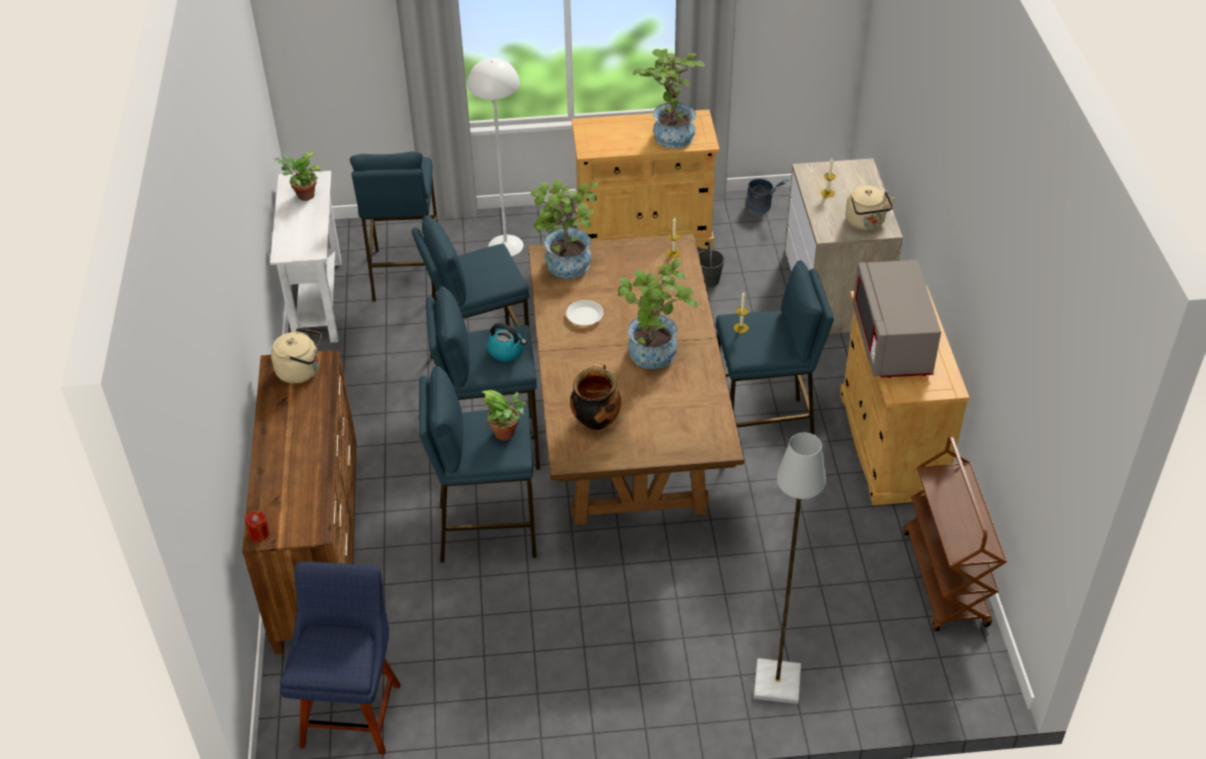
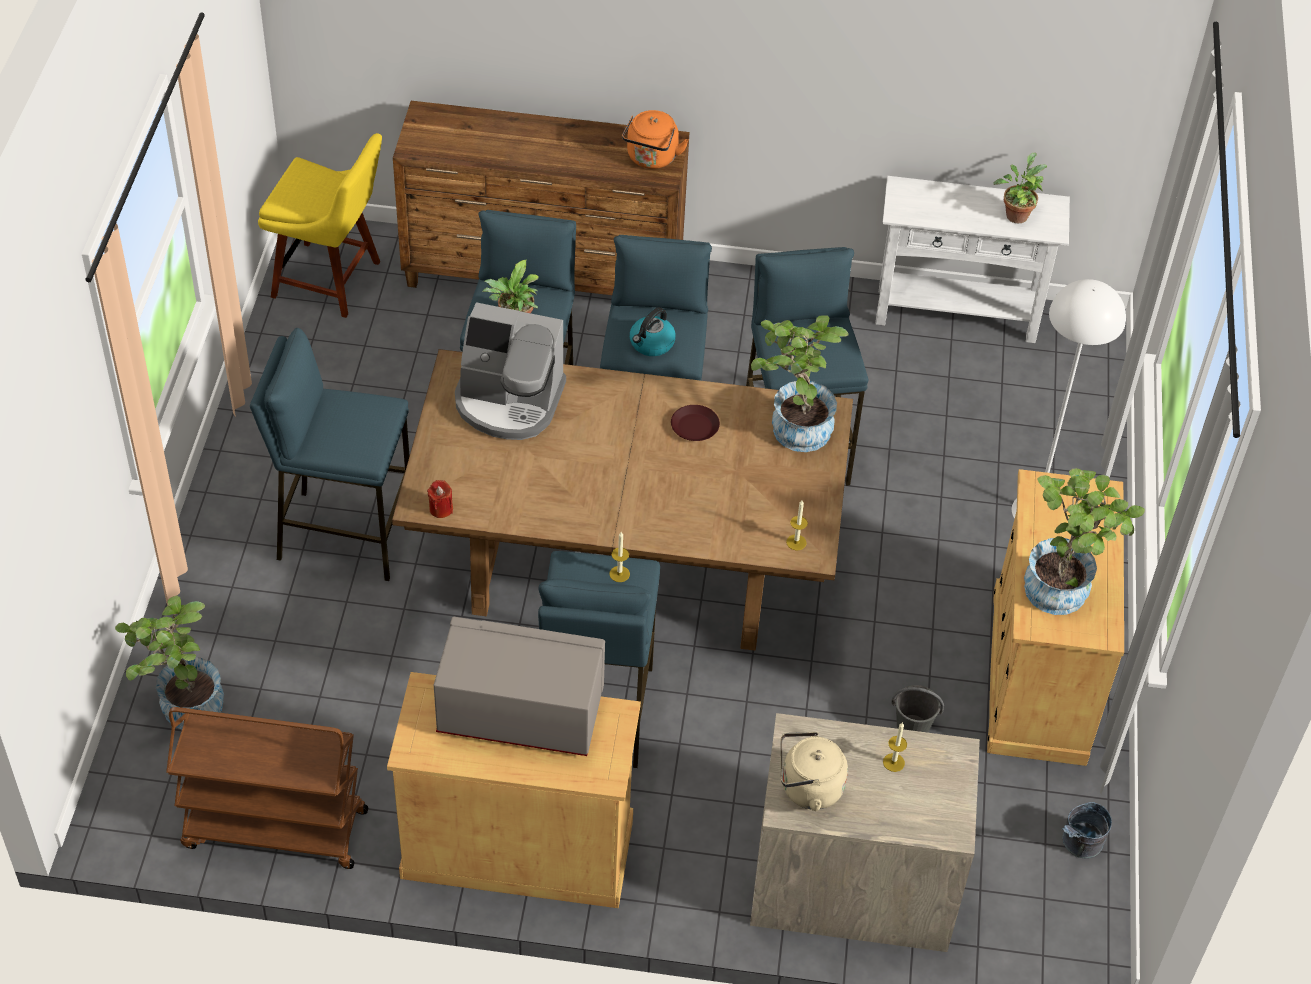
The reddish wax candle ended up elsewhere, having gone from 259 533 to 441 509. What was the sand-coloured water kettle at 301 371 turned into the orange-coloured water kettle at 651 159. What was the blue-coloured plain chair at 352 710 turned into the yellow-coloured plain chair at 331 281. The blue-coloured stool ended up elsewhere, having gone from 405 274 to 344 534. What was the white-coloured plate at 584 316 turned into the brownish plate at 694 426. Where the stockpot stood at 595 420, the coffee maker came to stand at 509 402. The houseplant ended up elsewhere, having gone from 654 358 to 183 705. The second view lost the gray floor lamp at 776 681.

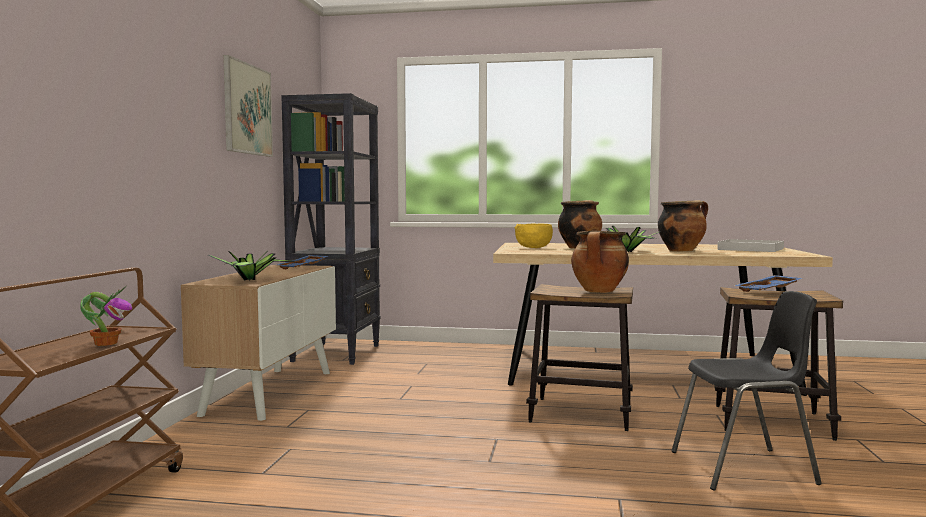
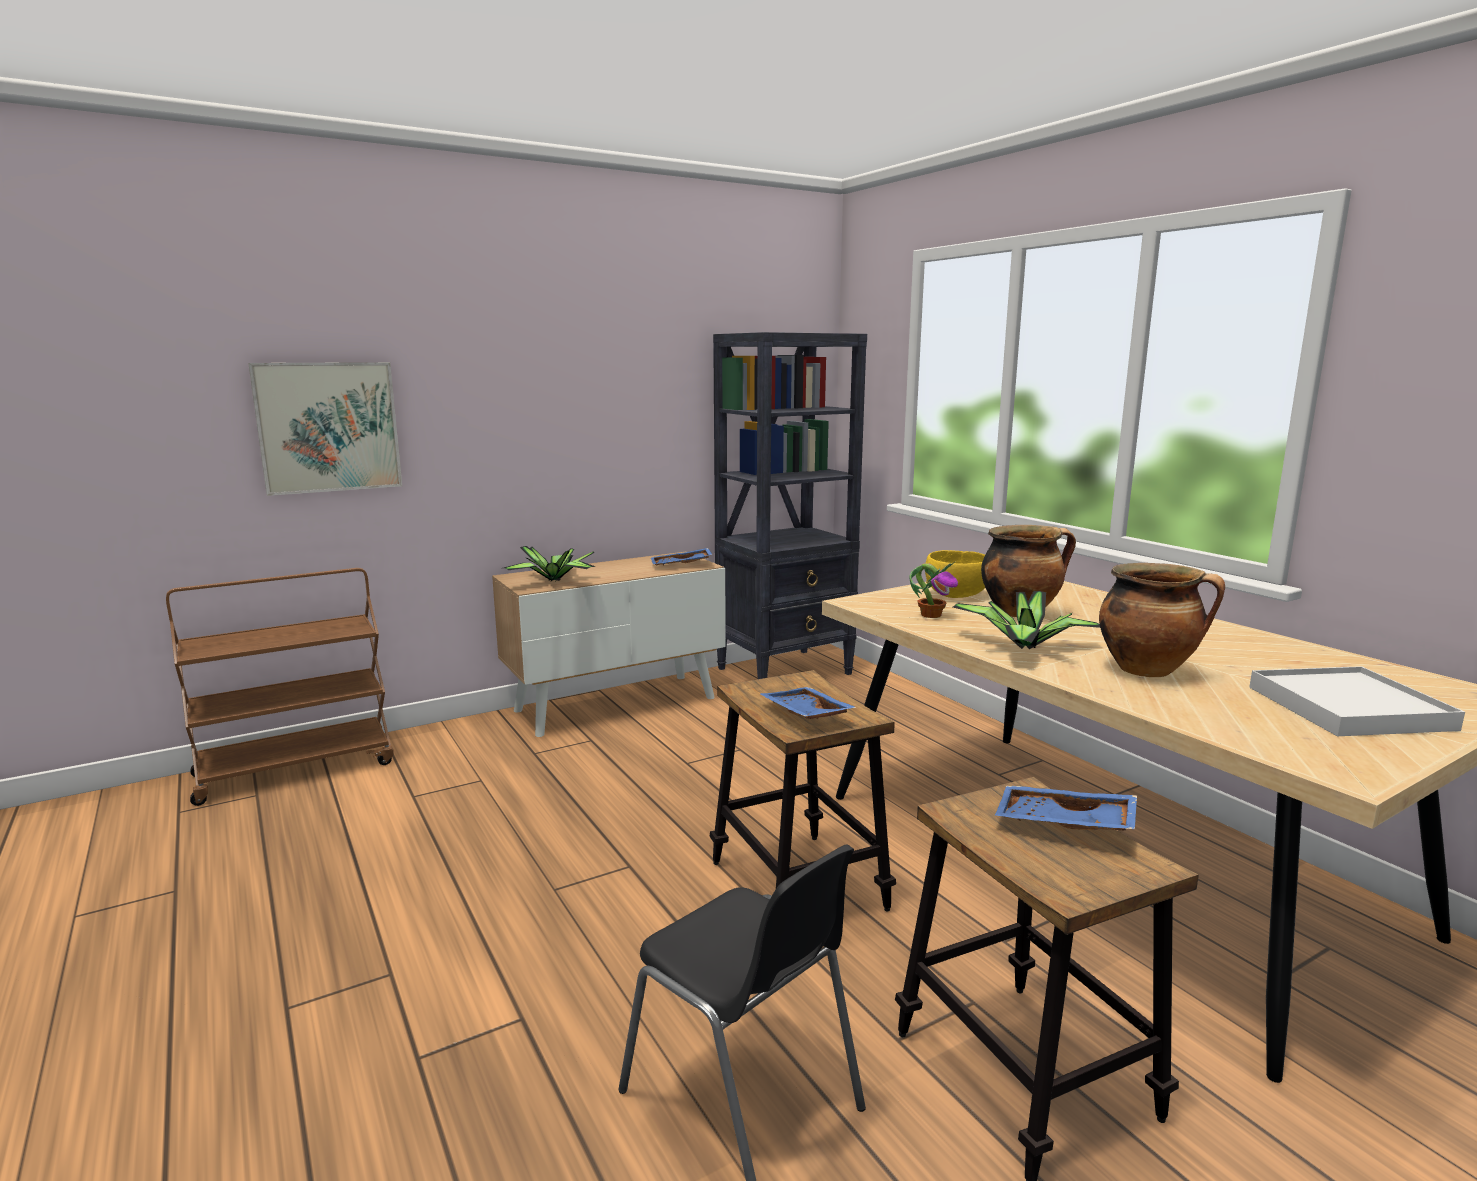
The houseplant ended up elsewhere, having gone from 106 343 to 931 615. The wall picture ended up elsewhere, having gone from 247 109 to 328 427. Where the stockpot stood at 599 291, the blue-coloured serving tray came to stand at 804 715.

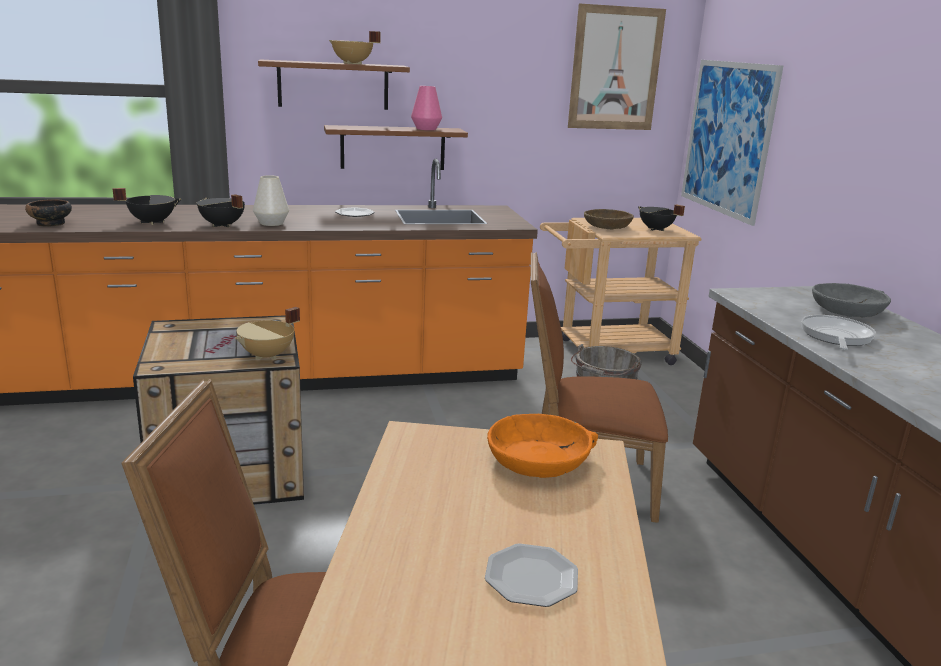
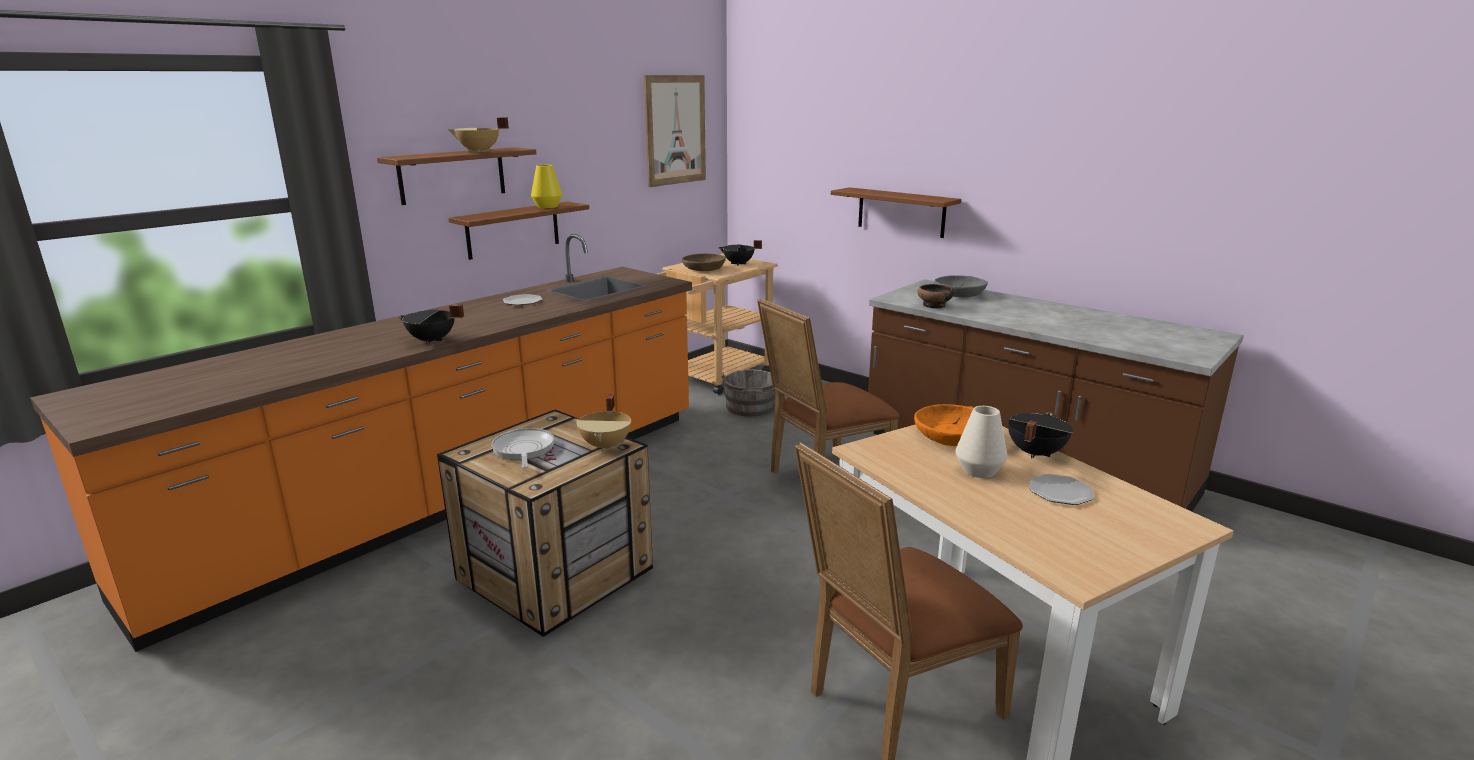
The deep dish ended up elsewhere, having gone from 50 224 to 934 305. The black-coloured stockpot ended up elsewhere, having gone from 152 222 to 1034 453. The white-coloured decorative vase ended up elsewhere, having gone from 271 223 to 979 470. What was the pink decorative vase at 426 129 turned into the yellow-coloured decorative vase at 547 206. The second view lost the wall picture at 727 138. The frying pan ended up elsewhere, having gone from 835 336 to 523 450. The second view gained the brownish bracket shelf at 901 212.

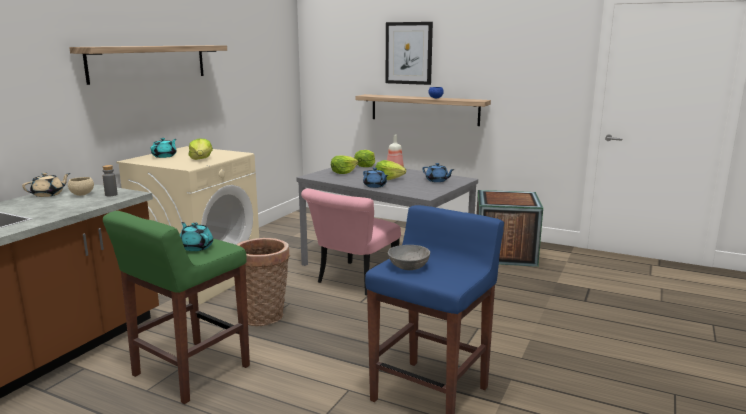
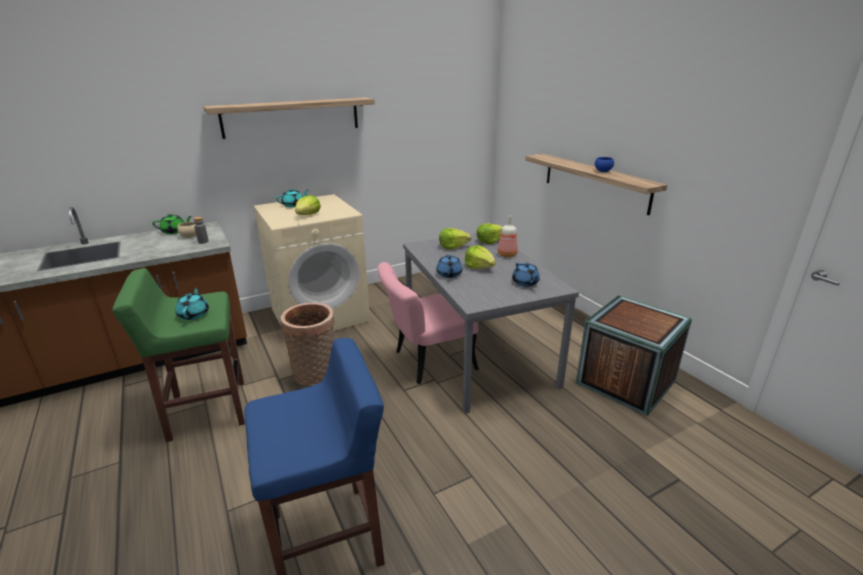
What was the sand-coloured tea pot at 48 194 turned into the green tea pot at 174 231. The second view lost the wall picture at 409 53. The second view lost the gray deep dish at 409 266.

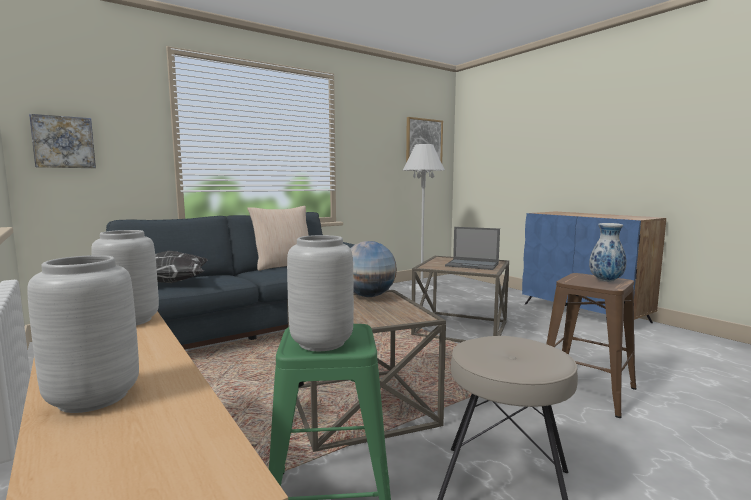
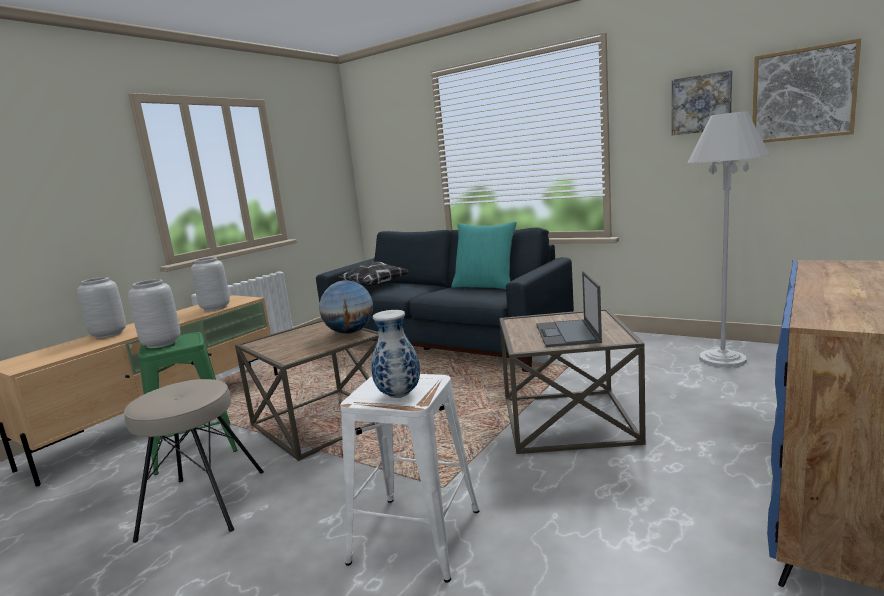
The wall picture ended up elsewhere, having gone from 63 142 to 701 104. What was the sand-coloured cushion at 284 265 turned into the blue-green cushion at 485 286. What was the brownish stool at 585 390 turned into the white-coloured stool at 416 534.

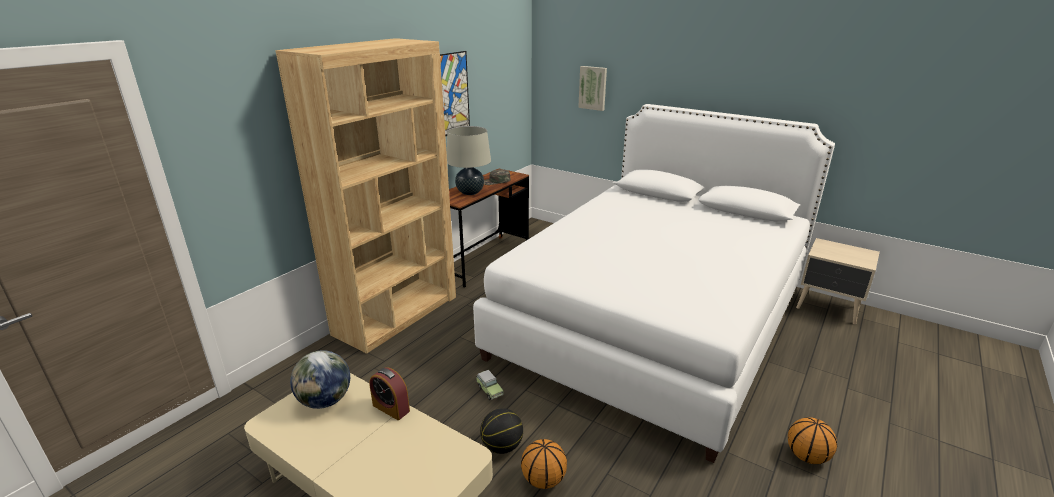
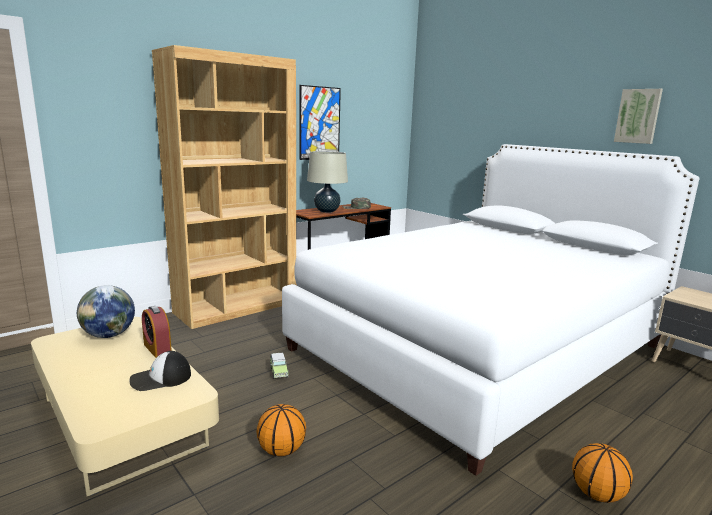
The second view lost the basketball ball at 502 446. The wall picture ended up elsewhere, having gone from 593 88 to 638 116. The second view gained the baseball cap at 160 379.

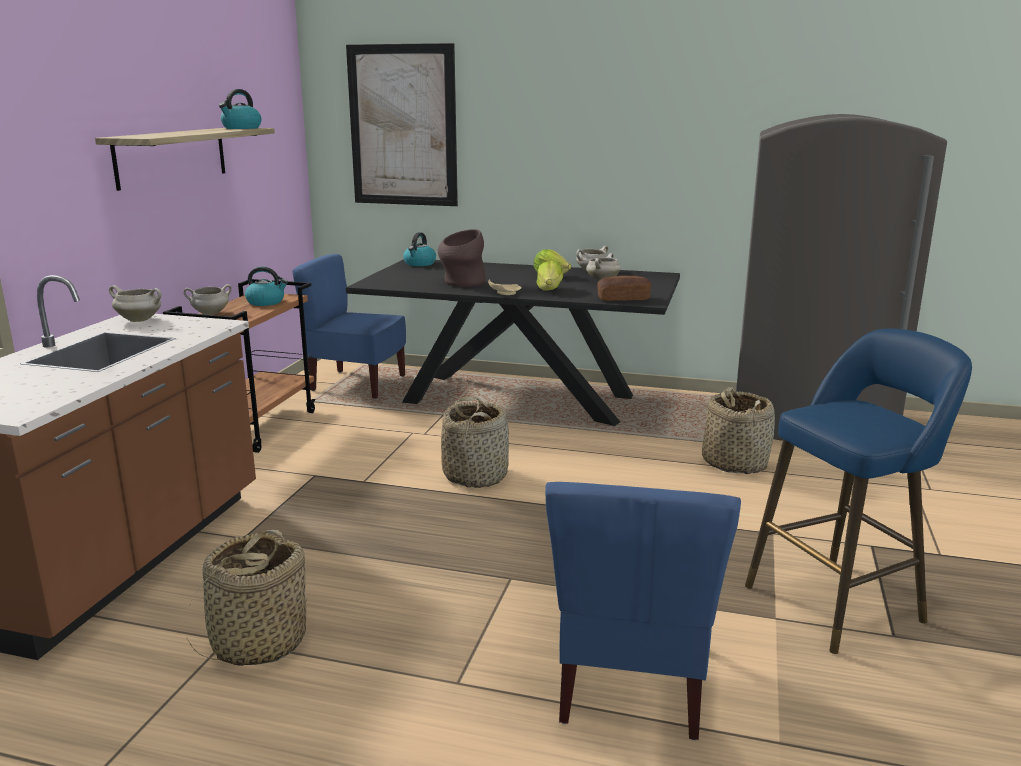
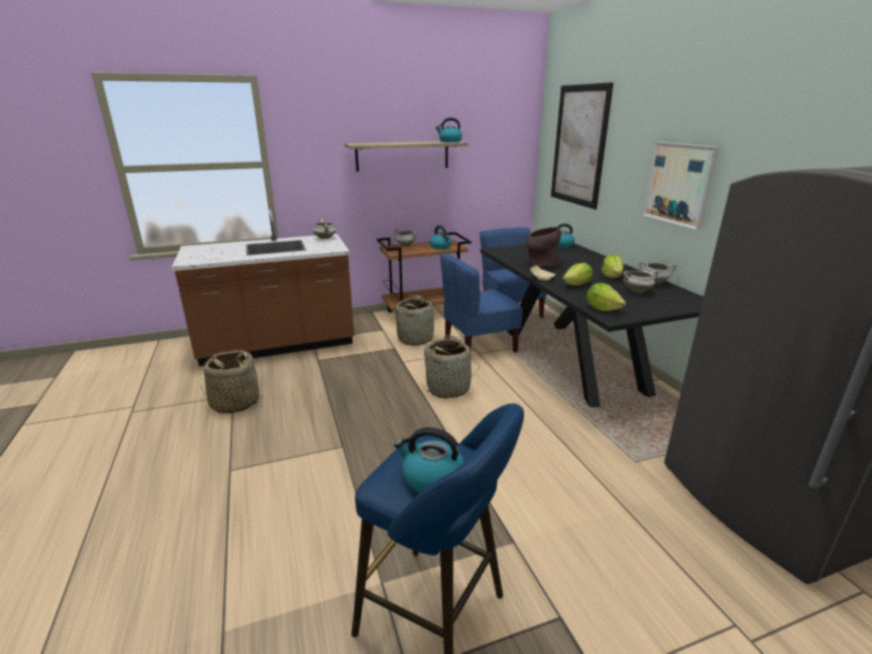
The blue-coloured plain chair ended up elsewhere, having gone from 631 683 to 479 346. Where the baked bread stood at 623 299, the lettuce head came to stand at 602 308. The household basket ended up elsewhere, having gone from 734 463 to 416 339. The second view gained the water kettle at 431 478. The second view gained the wall picture at 679 184.

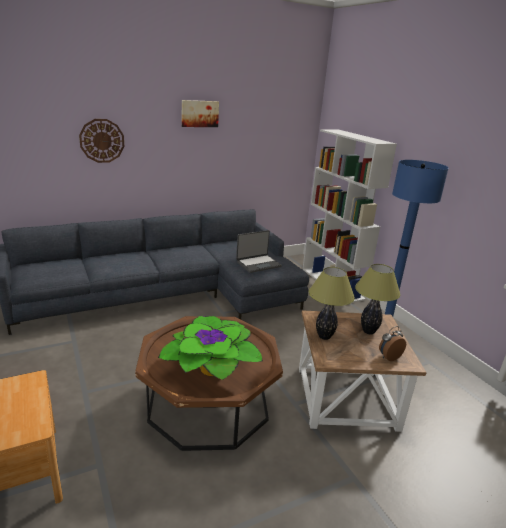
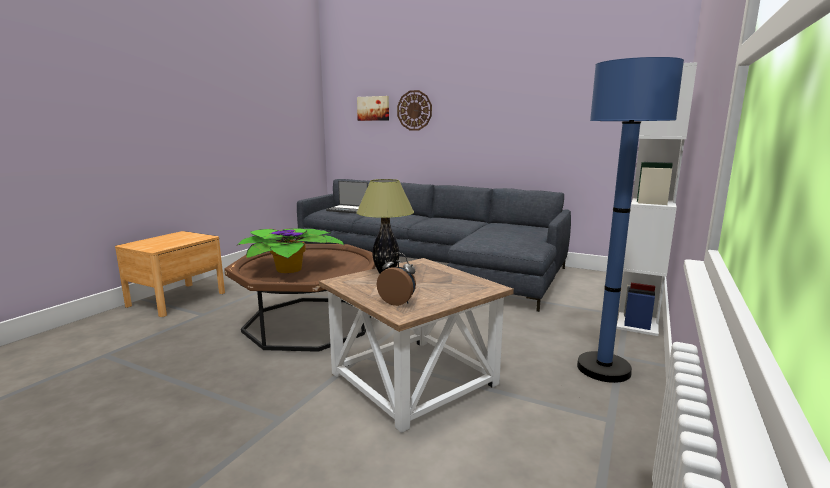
The wall picture ended up elsewhere, having gone from 199 113 to 373 108. The laptop ended up elsewhere, having gone from 258 264 to 348 210. The second view lost the tabletop lamp at 369 331.

